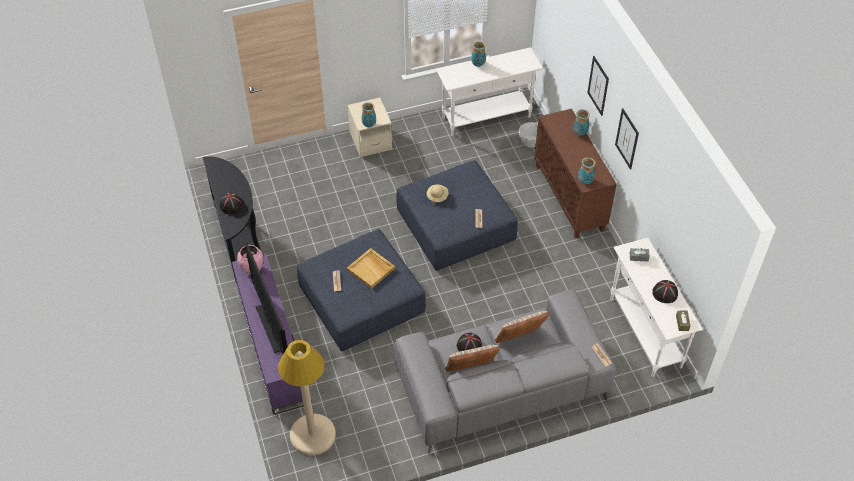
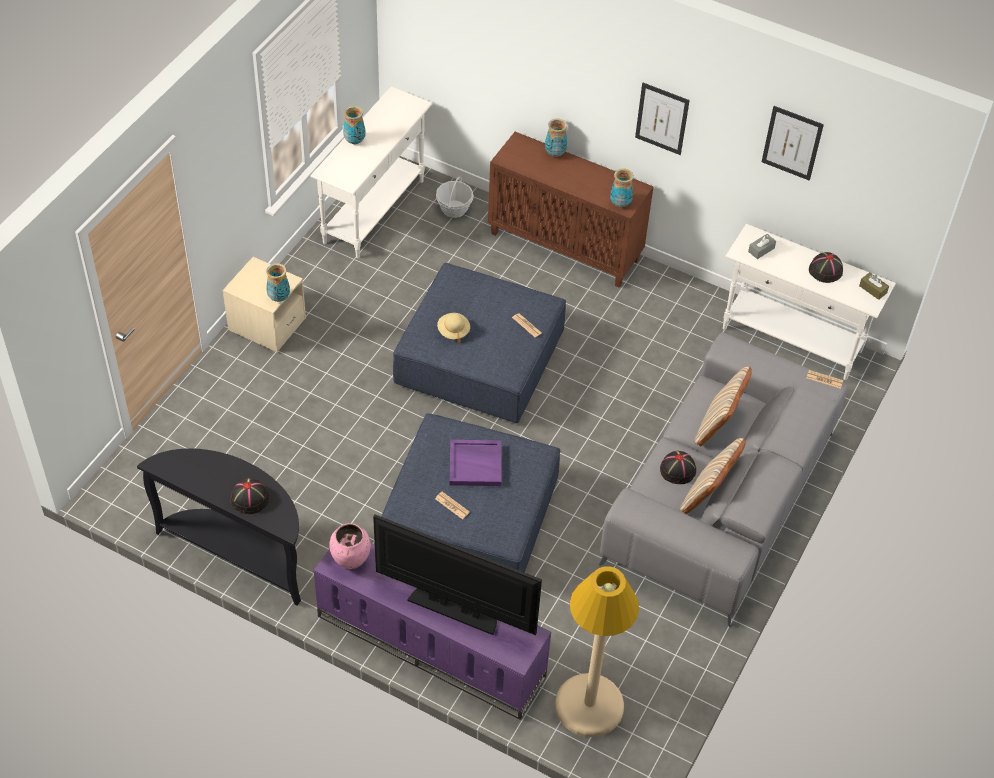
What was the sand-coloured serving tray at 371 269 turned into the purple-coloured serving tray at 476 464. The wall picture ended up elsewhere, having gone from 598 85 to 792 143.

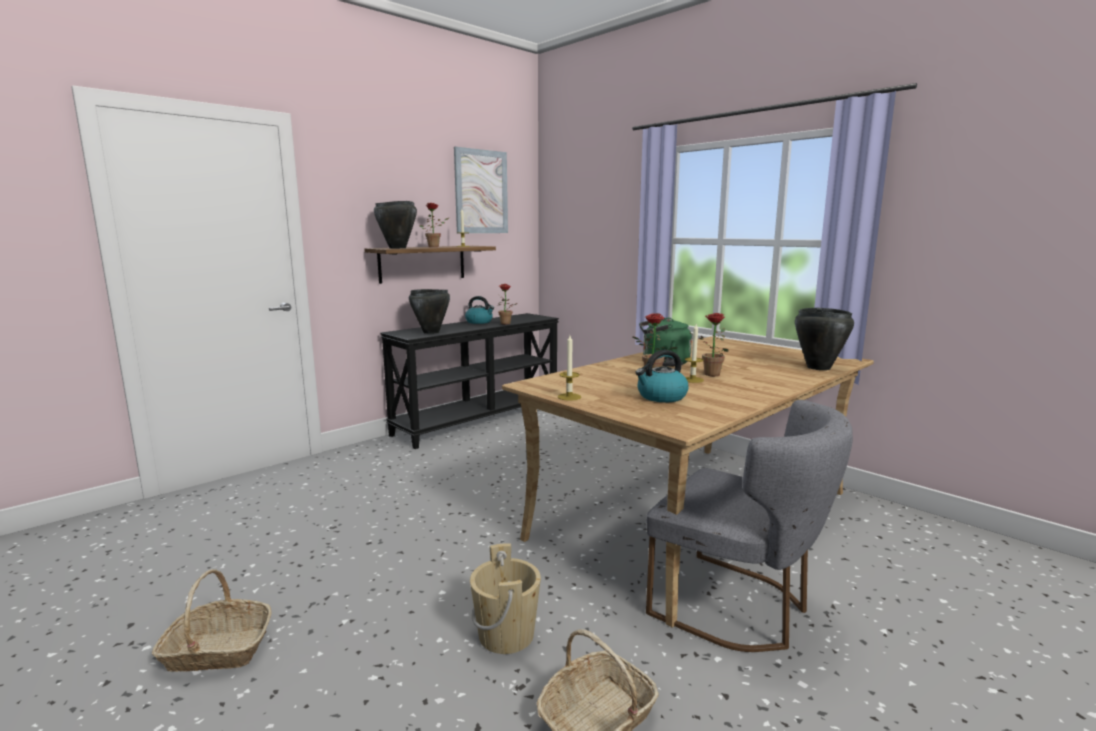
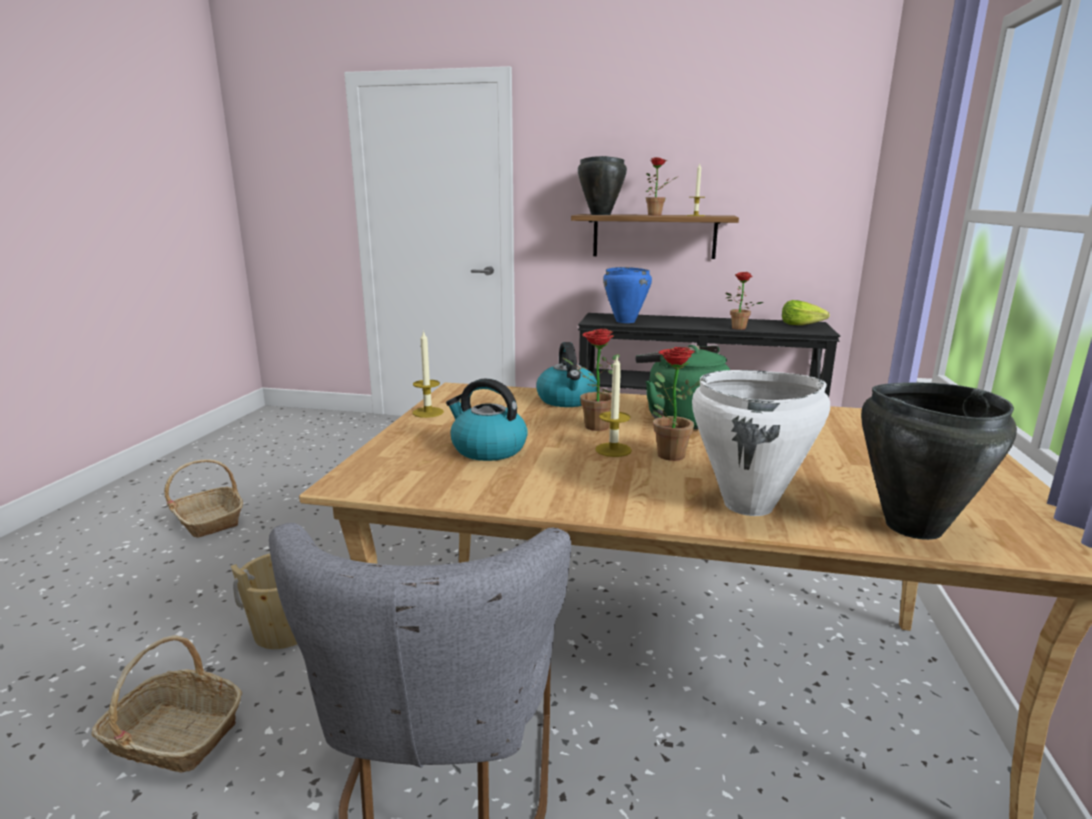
What was the black-coloured stockpot at 431 332 turned into the blue-coloured stockpot at 625 321. The second view lost the wall picture at 481 192. The water kettle ended up elsewhere, having gone from 479 322 to 567 400. The second view gained the white-coloured stockpot at 749 505. The second view gained the lettuce head at 801 325.

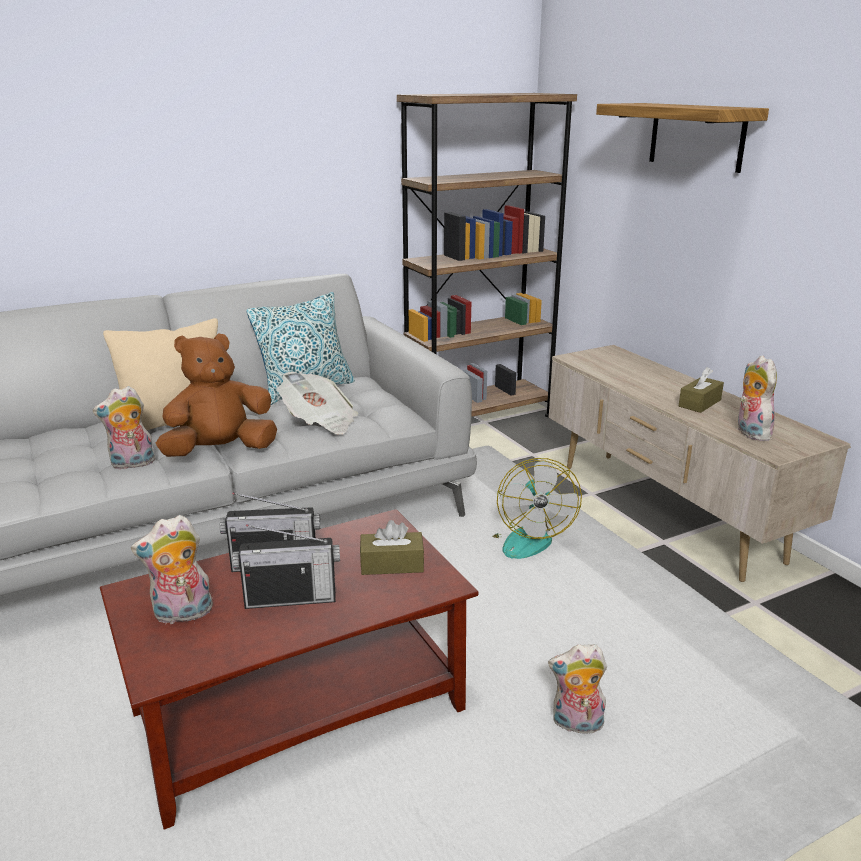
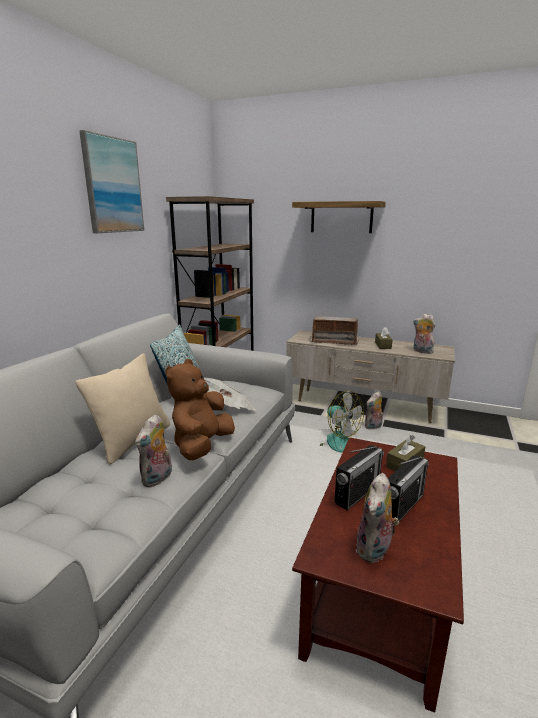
The cuddly toy ended up elsewhere, having gone from 576 725 to 373 427. The second view gained the wall picture at 112 185. The second view gained the radio at 334 342.

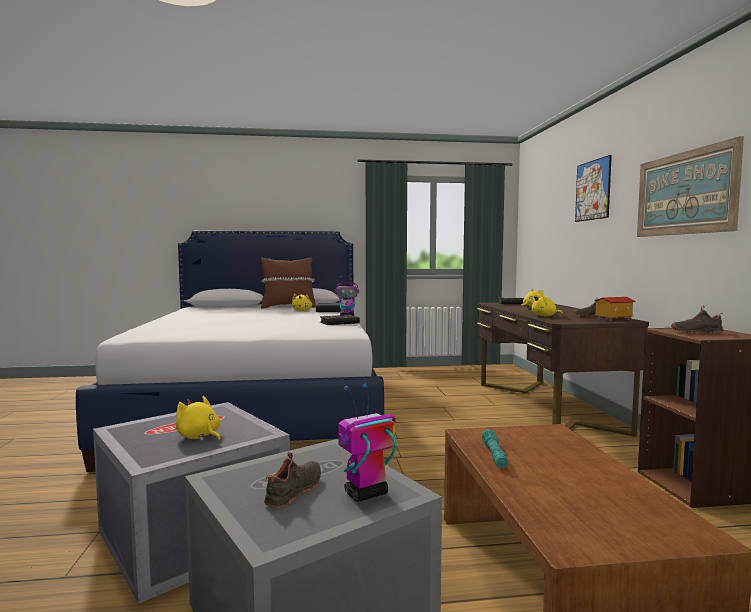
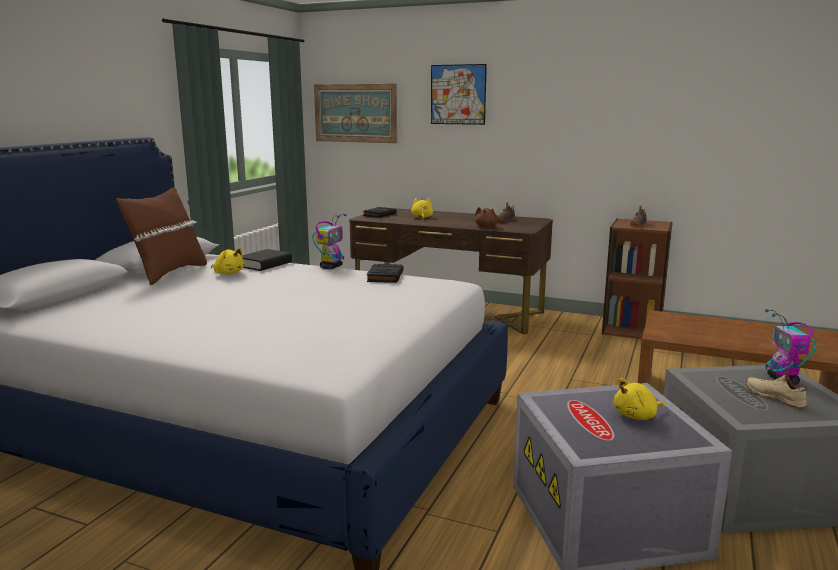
What was the black-coloured item of footwear at 296 491 turned into the sand-coloured item of footwear at 775 397. The second view lost the blue-green hand torch at 494 455. What was the yellow-coloured cuddly toy at 545 316 turned into the brownish cuddly toy at 486 226. The second view lost the miniature house at 613 319. The wall picture ended up elsewhere, having gone from 684 193 to 355 113.

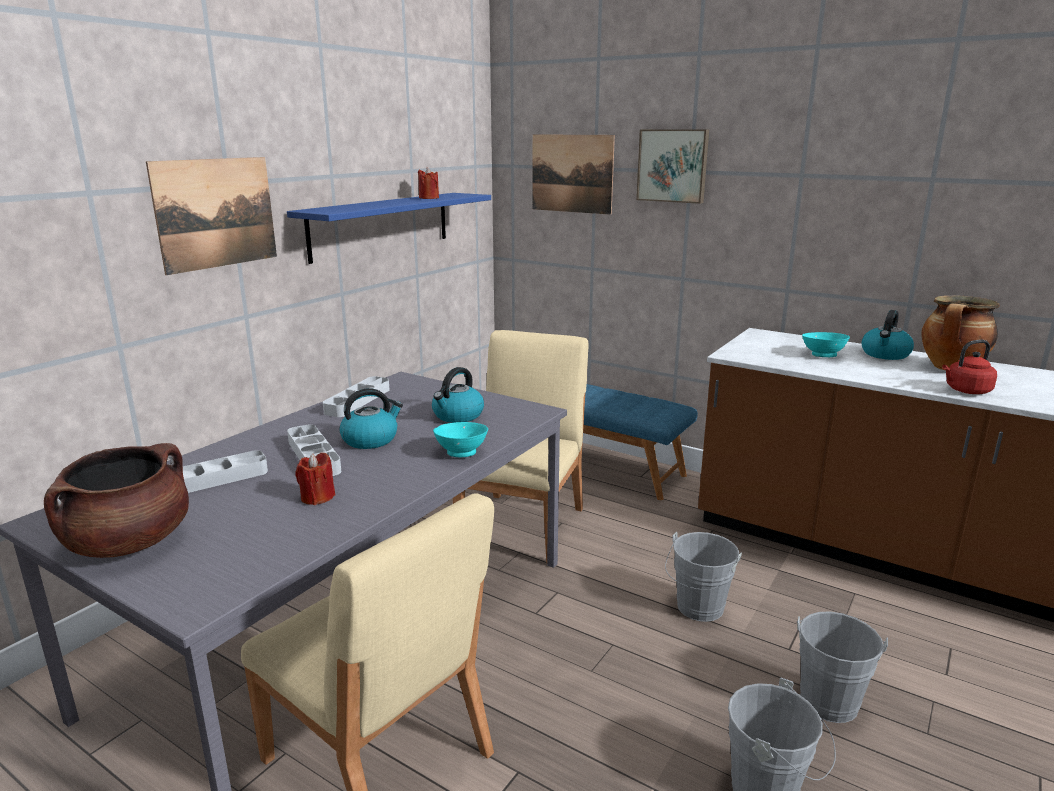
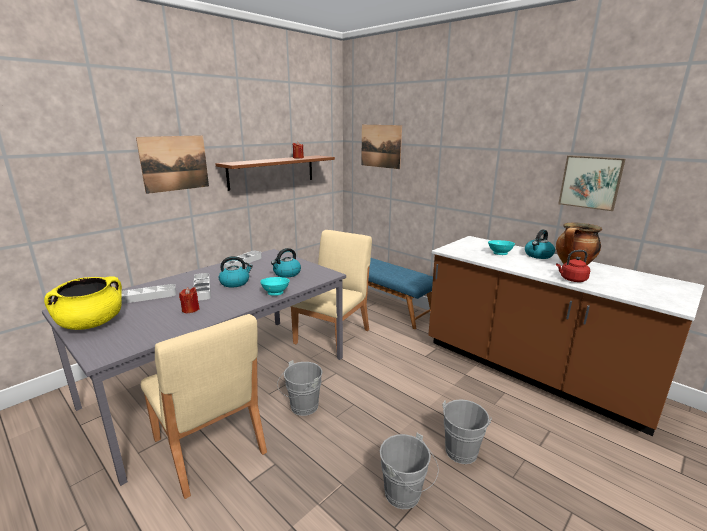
What was the brownish stockpot at 129 542 turned into the yellow-coloured stockpot at 92 323. What was the blue-coloured bracket shelf at 381 225 turned into the brownish bracket shelf at 272 171. The wall picture ended up elsewhere, having gone from 673 165 to 590 182. The gray pail ended up elsewhere, having gone from 698 610 to 302 408.

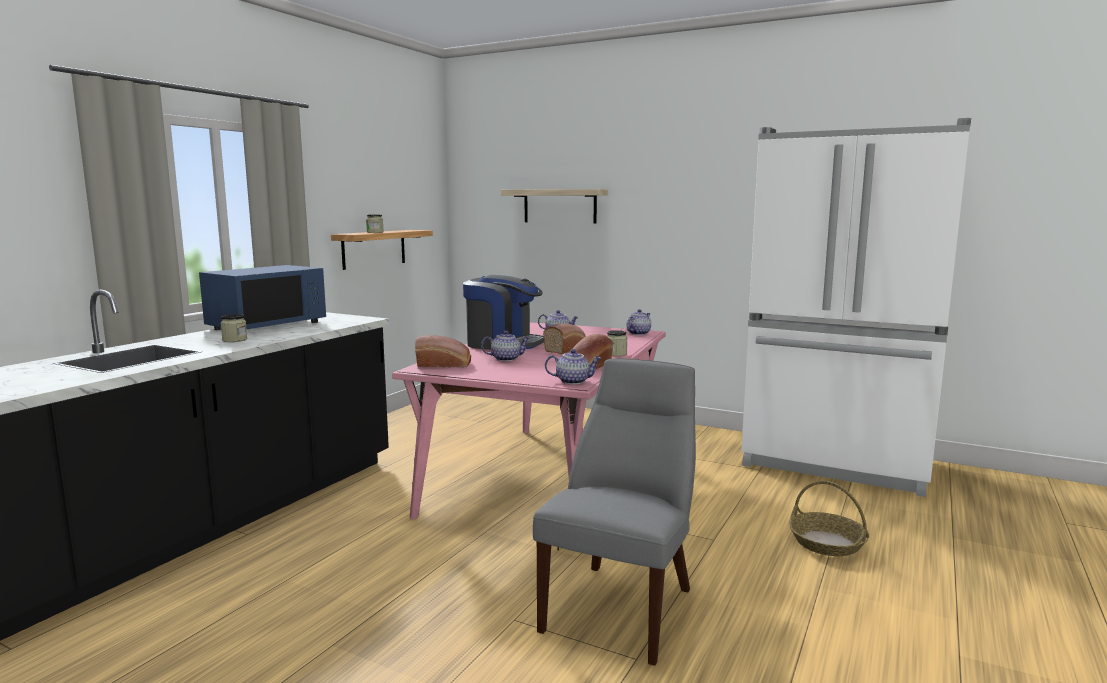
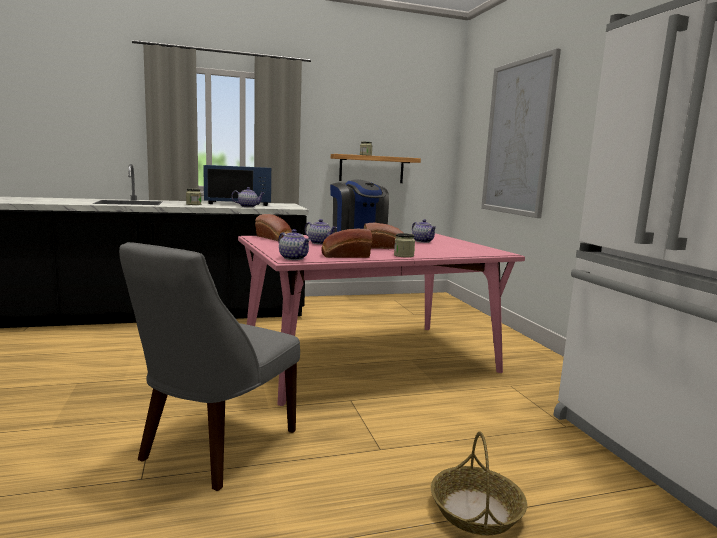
Where the bracket shelf hung at 559 206, the wall picture came to hang at 518 138. The gray plain chair at 622 606 ended up facing another way, 135 degrees clockwise from before. The tea pot ended up elsewhere, having gone from 638 333 to 248 206.

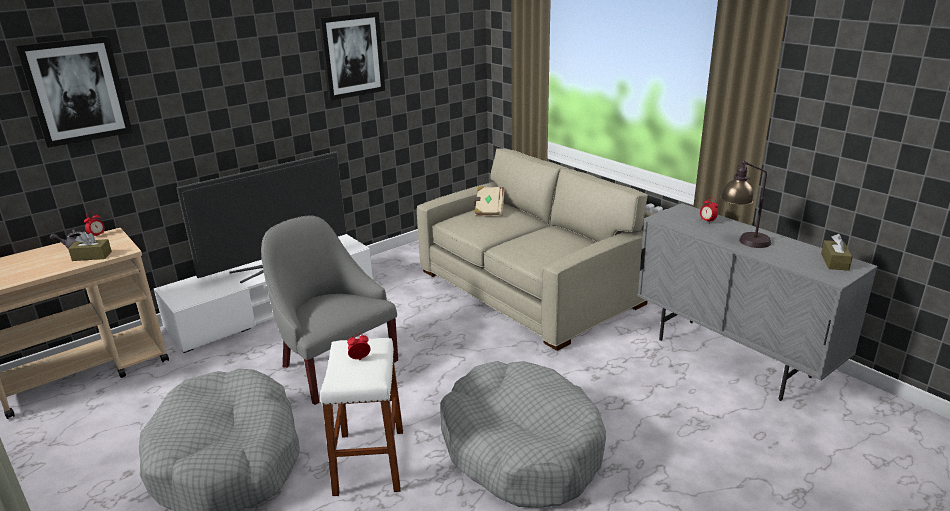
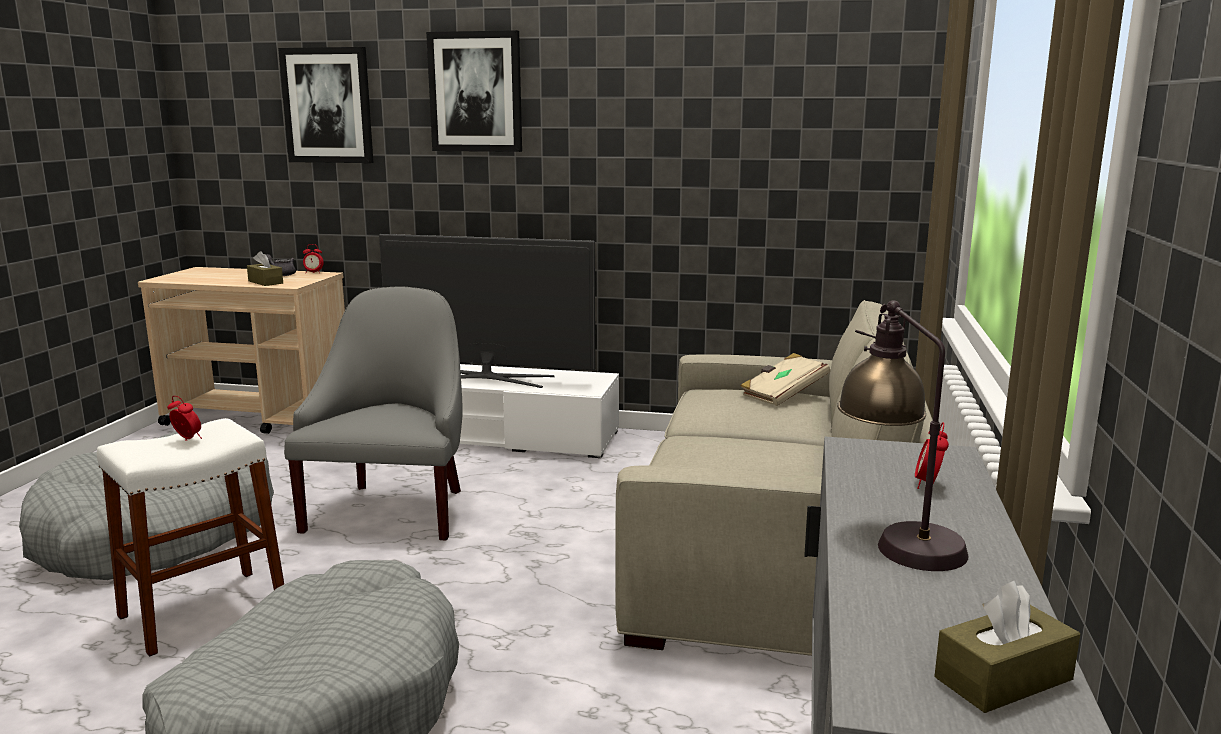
The wall picture ended up elsewhere, having gone from 352 55 to 475 92.

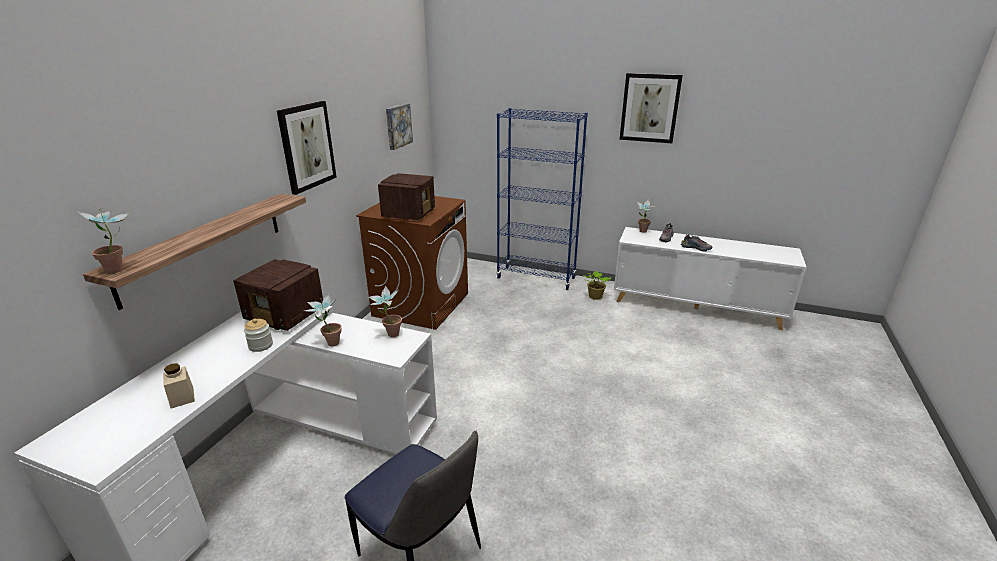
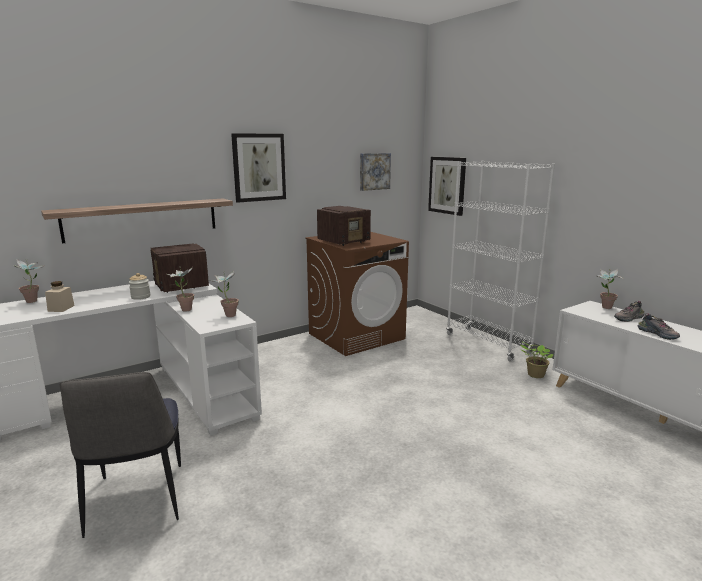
The houseplant ended up elsewhere, having gone from 121 269 to 34 301. What was the blue-coloured bookshelf at 536 278 turned into the white-coloured bookshelf at 488 344. The wall picture ended up elsewhere, having gone from 650 108 to 447 185.

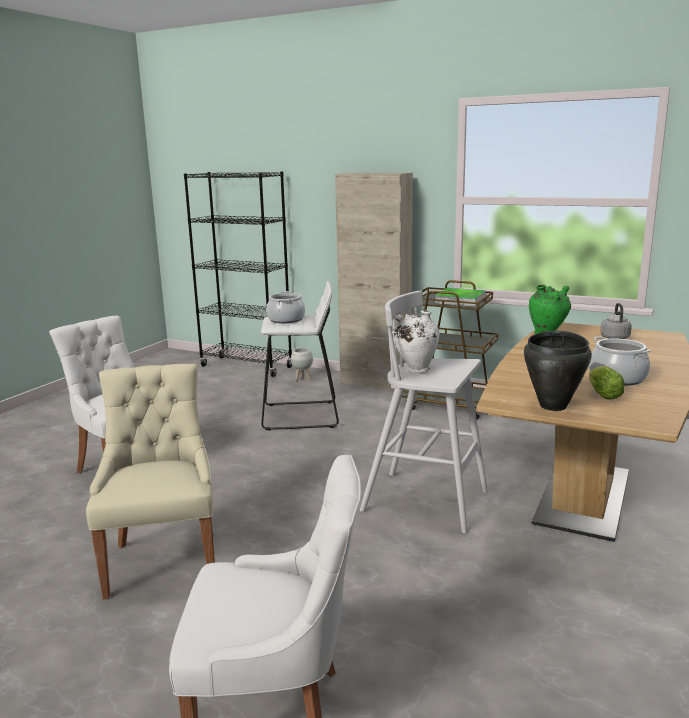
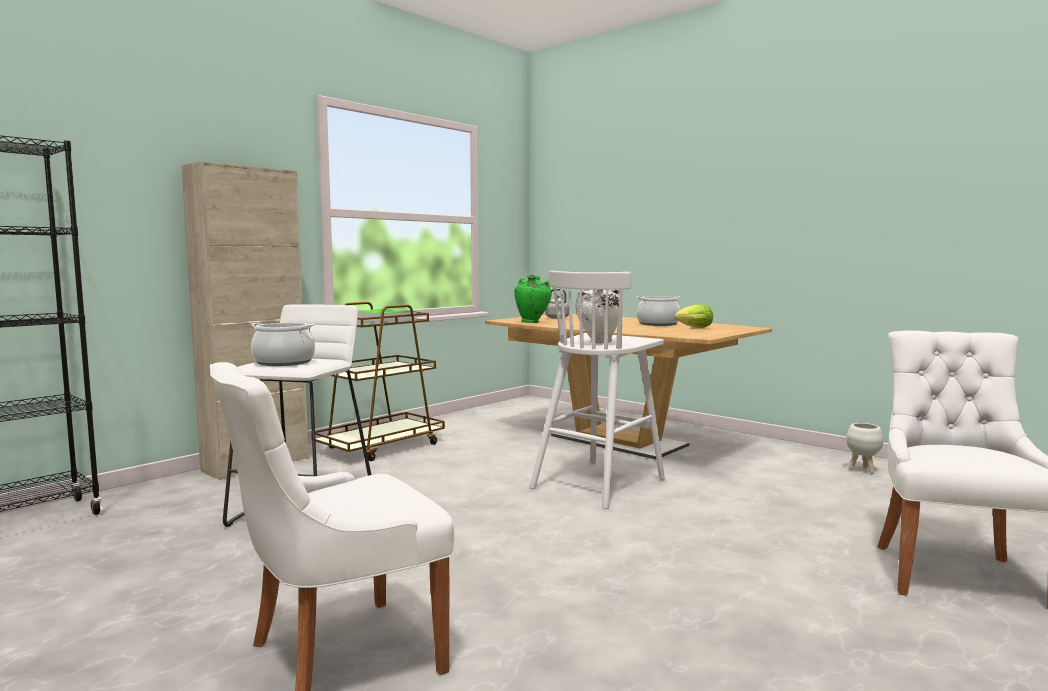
The second view lost the sand-coloured plain chair at 164 561. The white-coloured plant pot ended up elsewhere, having gone from 302 379 to 862 470. The second view lost the black-coloured stockpot at 553 406.

